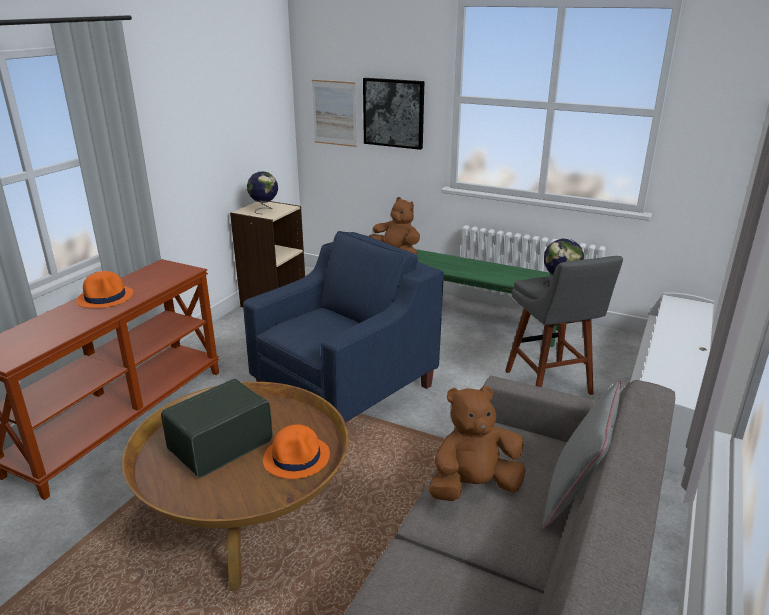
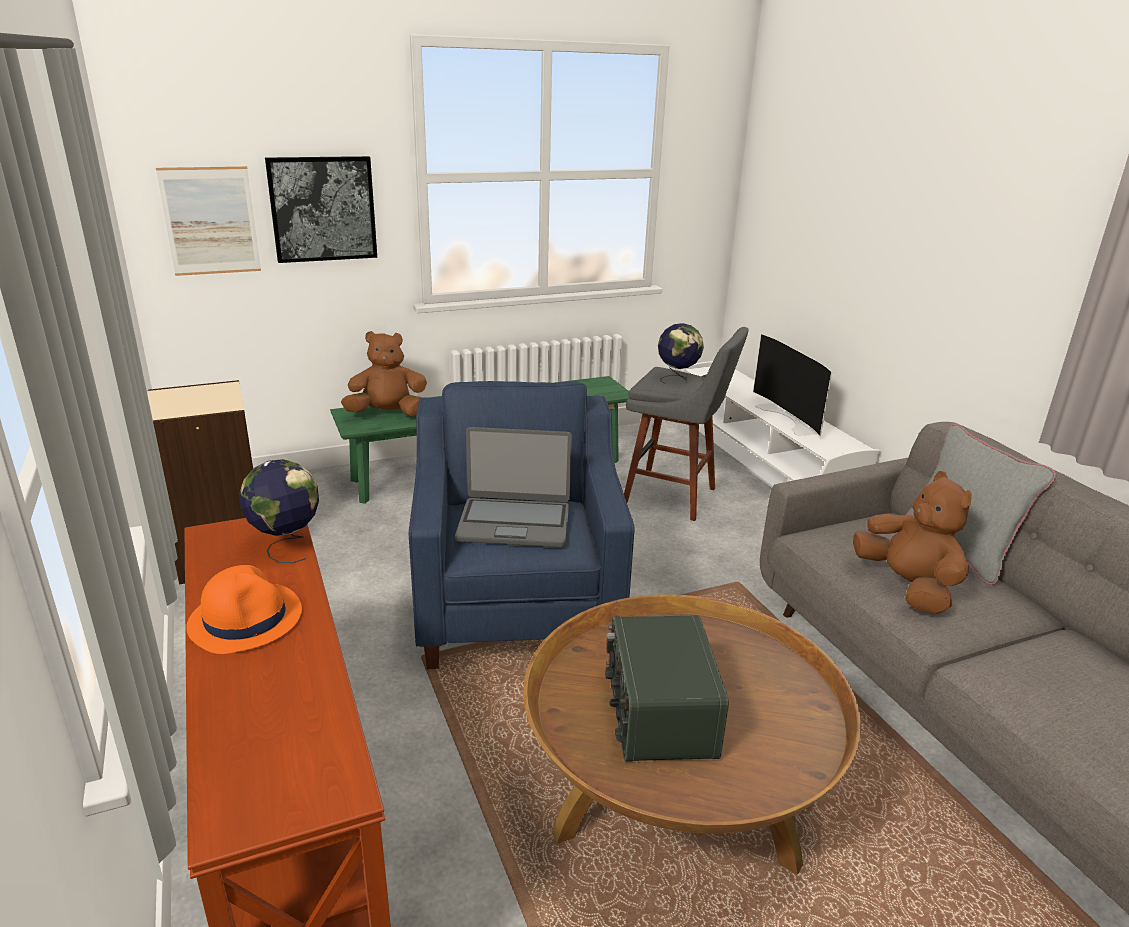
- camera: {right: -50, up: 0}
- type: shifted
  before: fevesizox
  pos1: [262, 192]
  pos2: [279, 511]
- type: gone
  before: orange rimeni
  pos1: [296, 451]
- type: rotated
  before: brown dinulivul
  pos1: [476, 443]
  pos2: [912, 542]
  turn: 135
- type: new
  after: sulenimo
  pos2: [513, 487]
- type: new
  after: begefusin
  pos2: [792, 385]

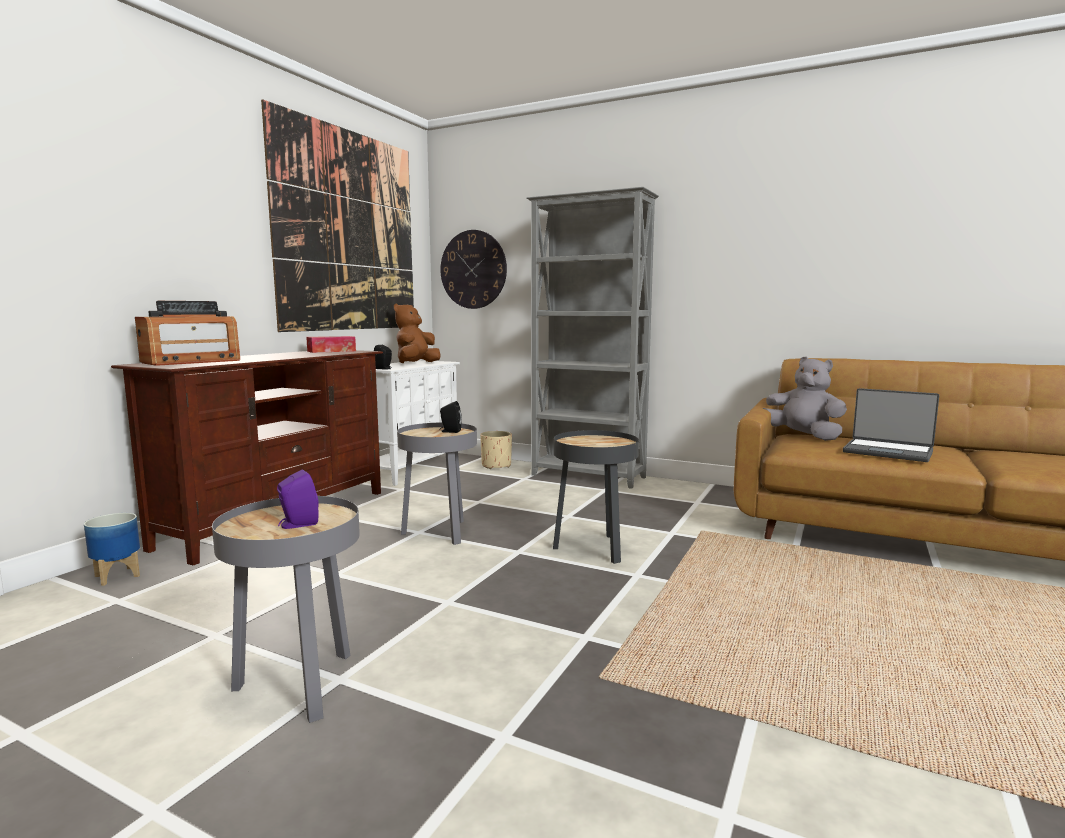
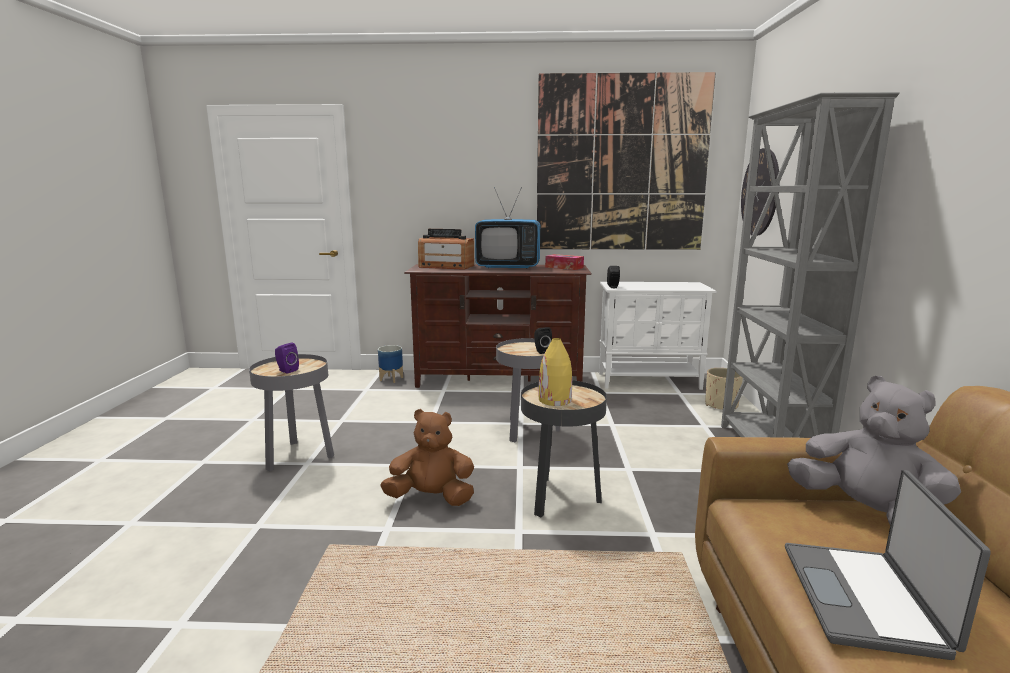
- camera: {right: 65, up: 5}
- type: shifted
  before: brown dinulivul
  pos1: [417, 333]
  pos2: [427, 457]
- type: rotated
  before: grey dinulivul
  pos1: [804, 399]
  pos2: [874, 450]
  turn: -60
- type: new
  after: begefusin
  pos2: [507, 228]
- type: new
  after: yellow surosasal
  pos2: [555, 372]

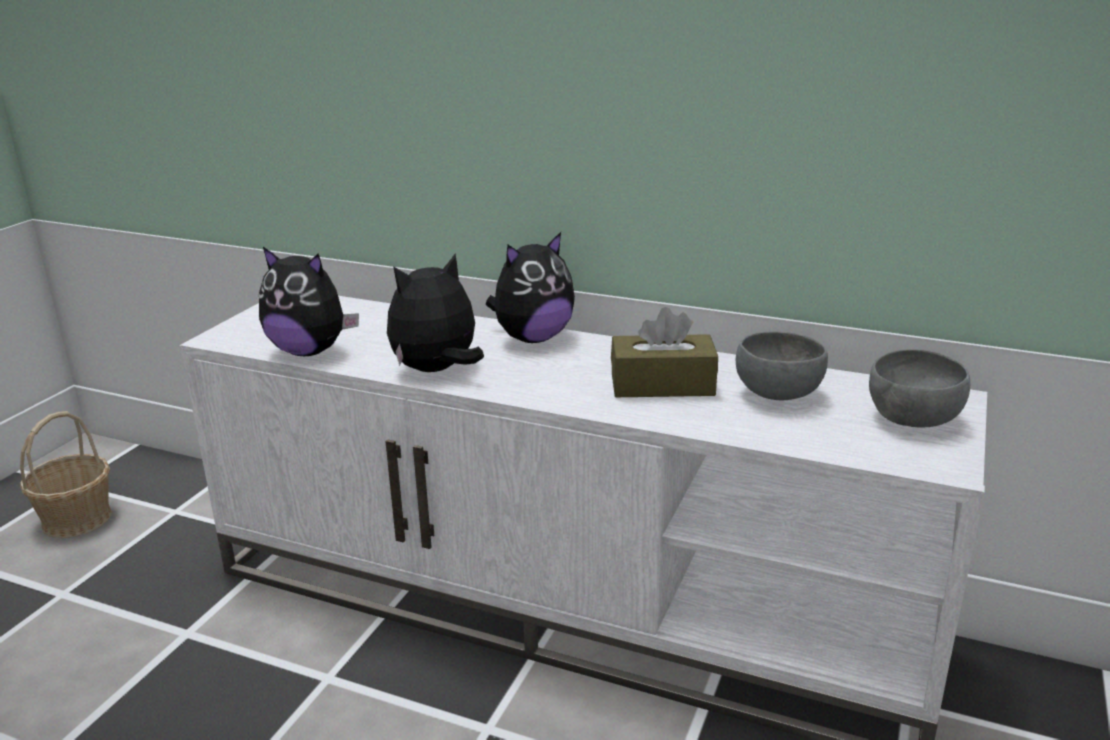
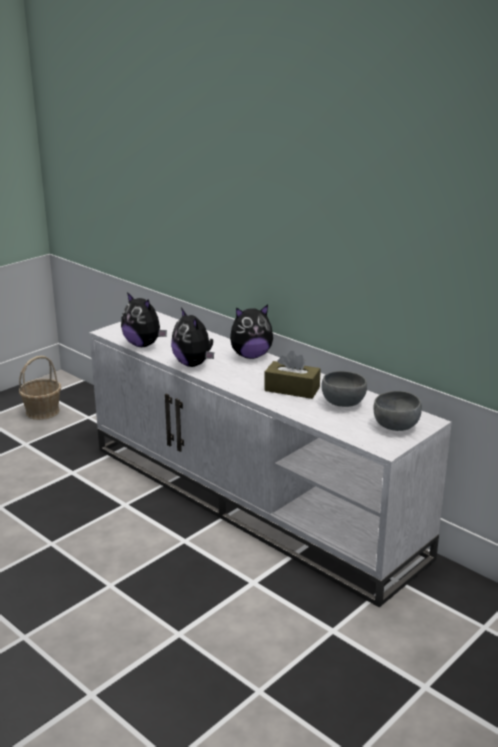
- camera: {right: 20, up: 0}
- type: rotated
  before: dinulivul
  pos1: [435, 313]
  pos2: [192, 337]
  turn: -105

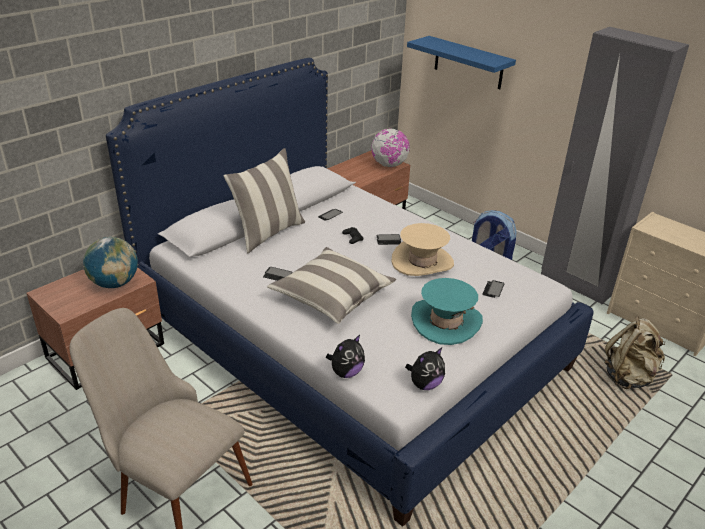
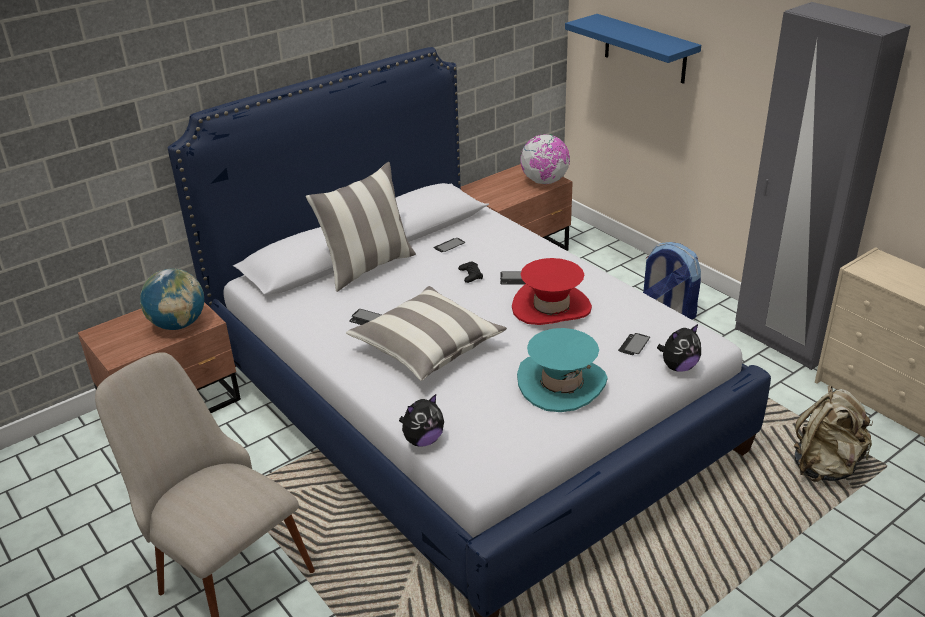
- camera: {right: 10, up: 0}
- type: repainted
  before: beige rimeni
  after: red rimeni
  pos1: [422, 249]
  pos2: [552, 291]
- type: shifted
  before: dinulivul
  pos1: [425, 369]
  pos2: [679, 348]

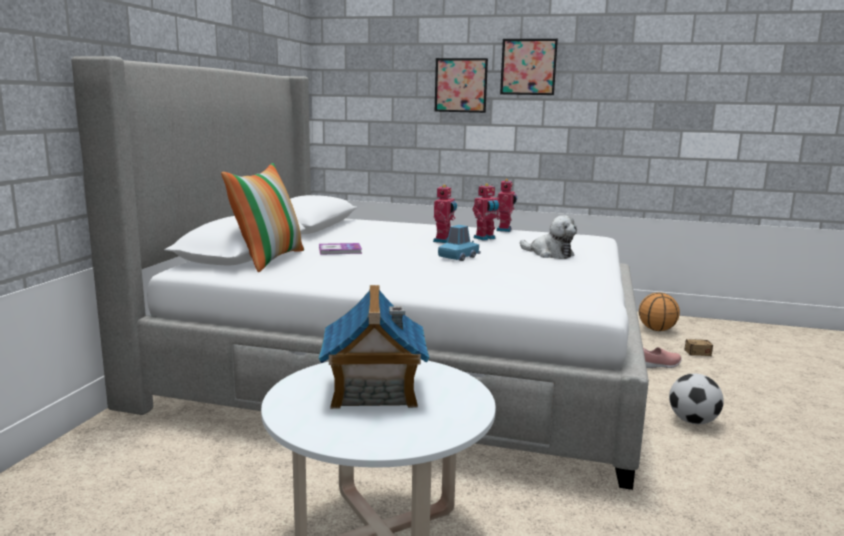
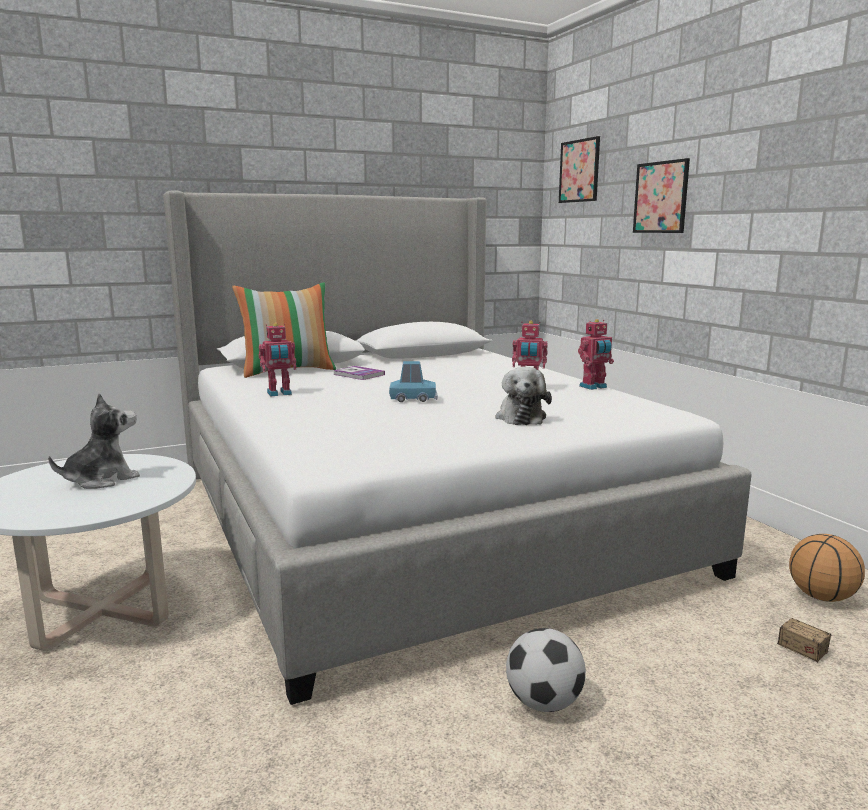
- camera: {right: 50, up: 0}
- type: swapped
  before: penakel
  after: dinulivul
  pos1: [374, 347]
  pos2: [94, 441]
- type: shifted
  before: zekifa
  pos1: [445, 214]
  pos2: [277, 360]
- type: shifted
  before: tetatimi
  pos1: [529, 67]
  pos2: [579, 169]
- type: gone
  before: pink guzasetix
  pos1: [662, 357]

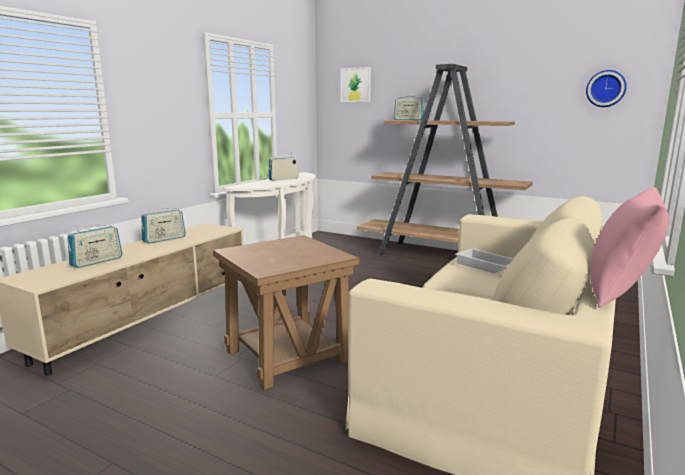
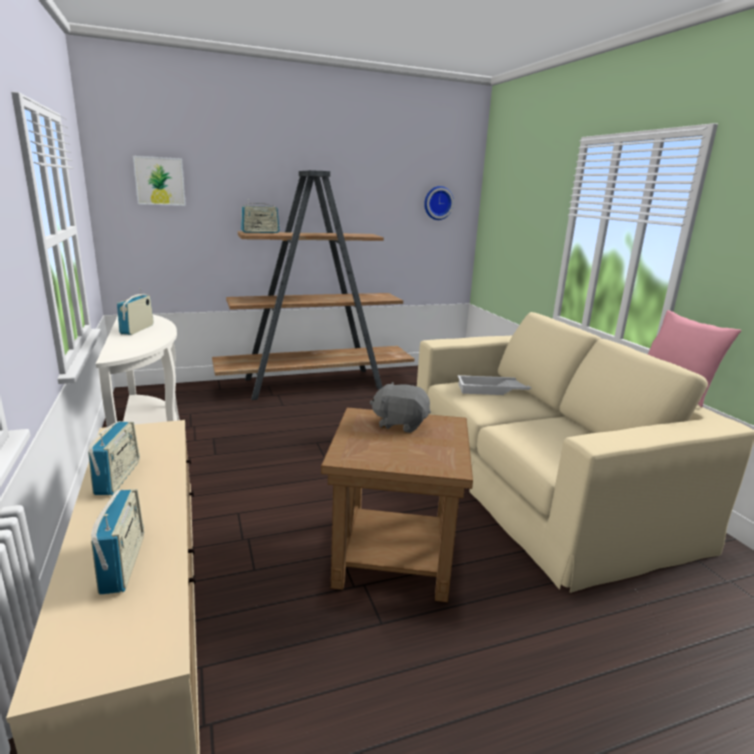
- camera: {right: -50, up: 5}
- type: new
  after: grey dinulivul
  pos2: [400, 407]

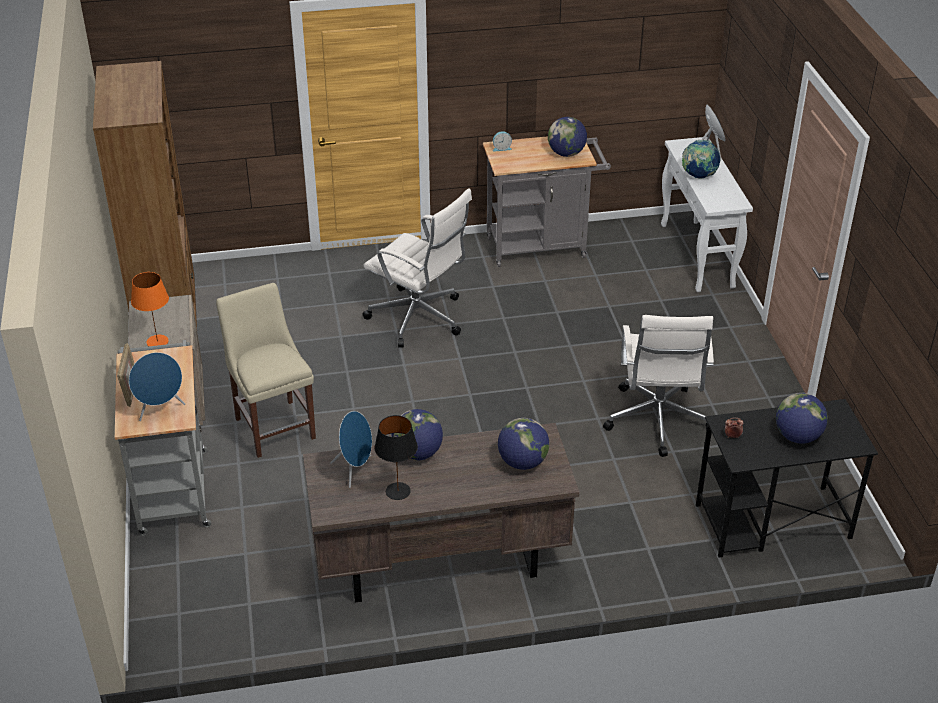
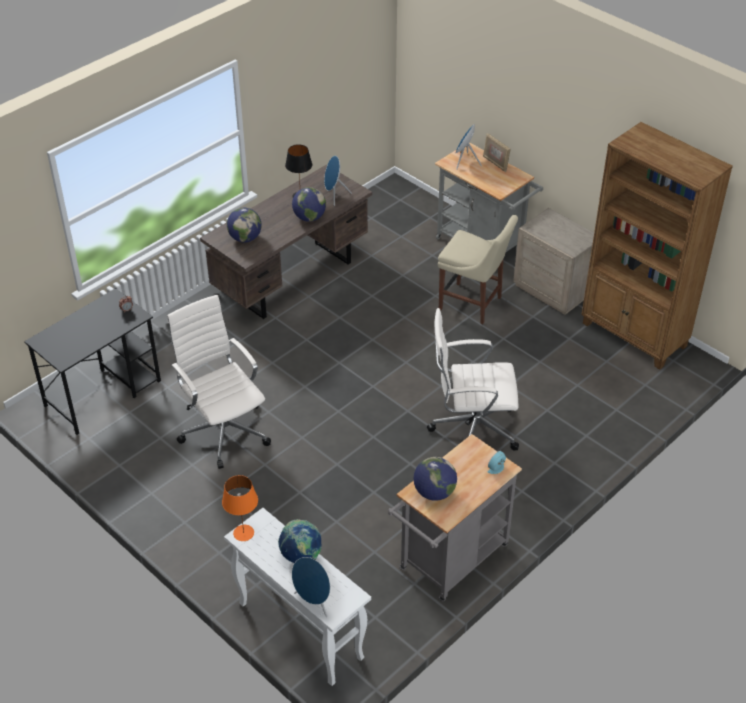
- camera: {right: 145, up: 5}
- type: shifted
  before: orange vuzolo
  pos1: [150, 309]
  pos2: [240, 508]
- type: gone
  before: fevesizox
  pos1: [802, 418]

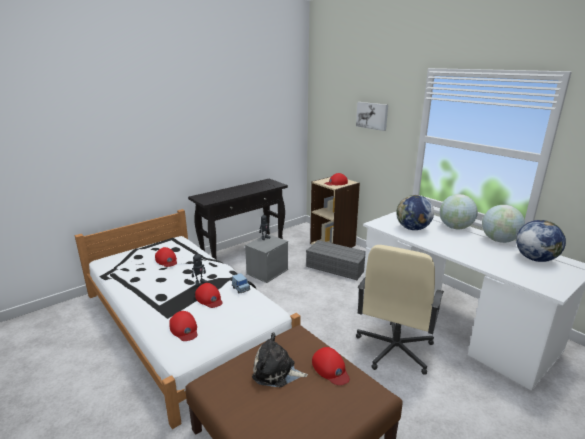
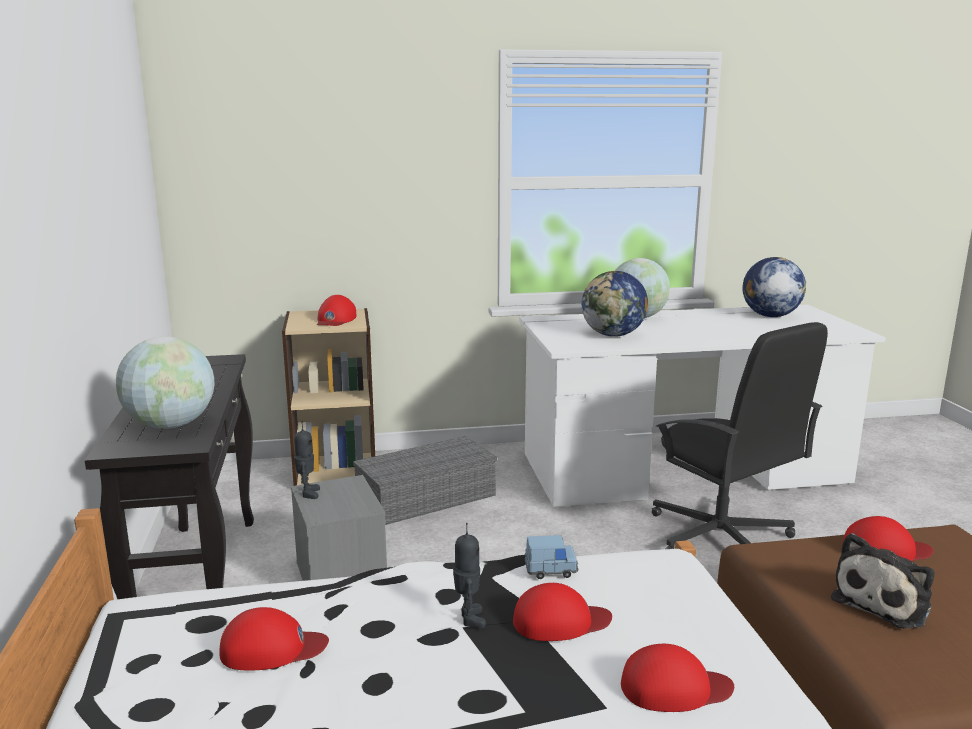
- camera: {right: -60, up: -5}
- type: gone
  before: tetatimi
  pos1: [372, 116]
- type: repainted
  before: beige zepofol
  after: black zepofol
  pos1: [400, 310]
  pos2: [740, 435]
- type: shifted
  before: fevesizox
  pos1: [503, 224]
  pos2: [165, 382]

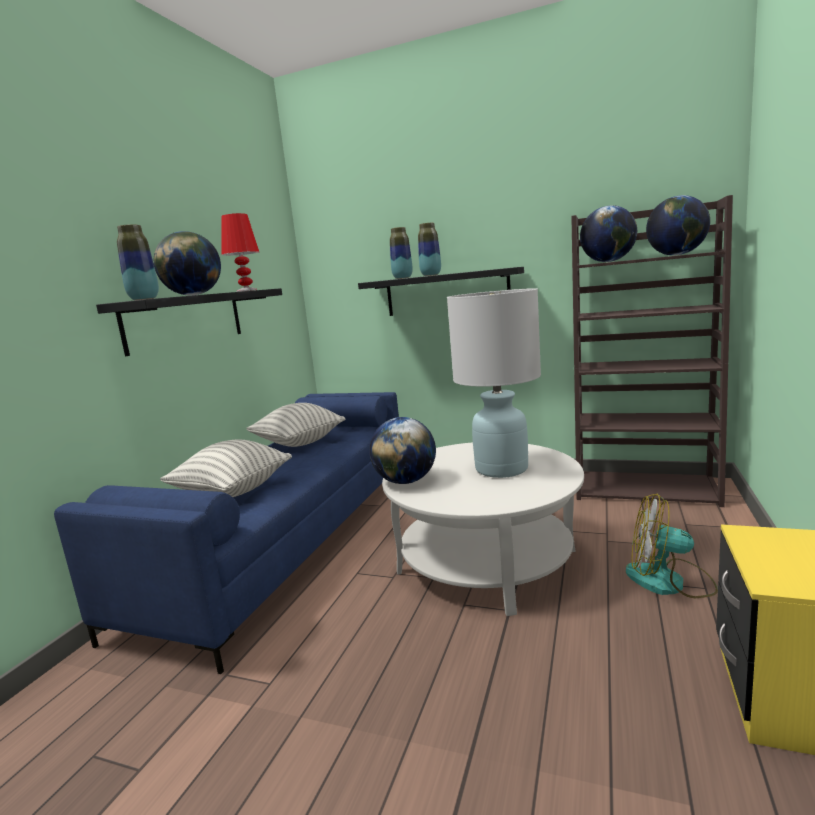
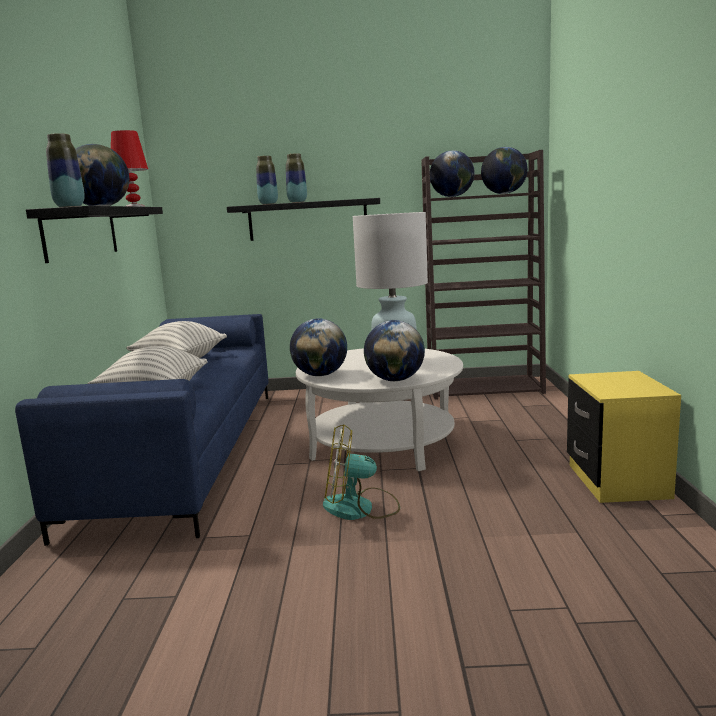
- camera: {right: -20, up: 0}
- type: shifted
  before: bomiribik
  pos1: [672, 546]
  pos2: [361, 472]
- type: new
  after: fevesizox
  pos2: [394, 350]

